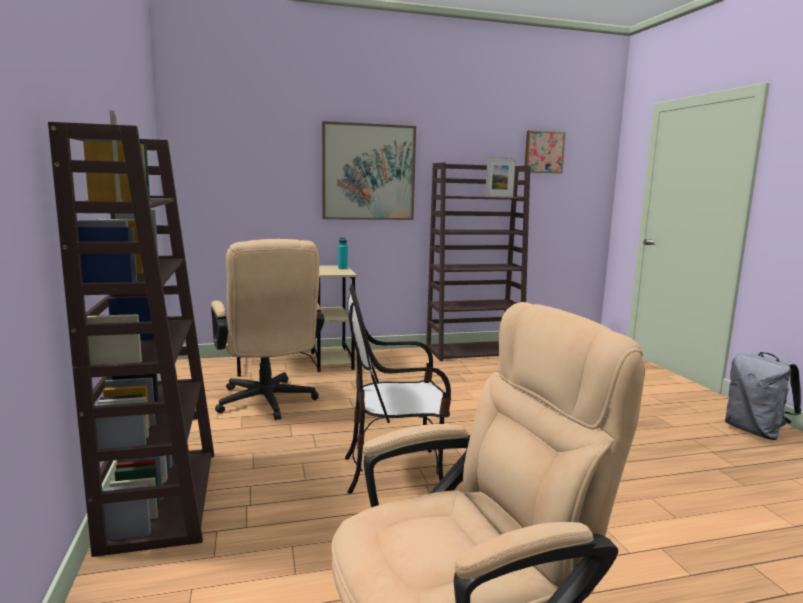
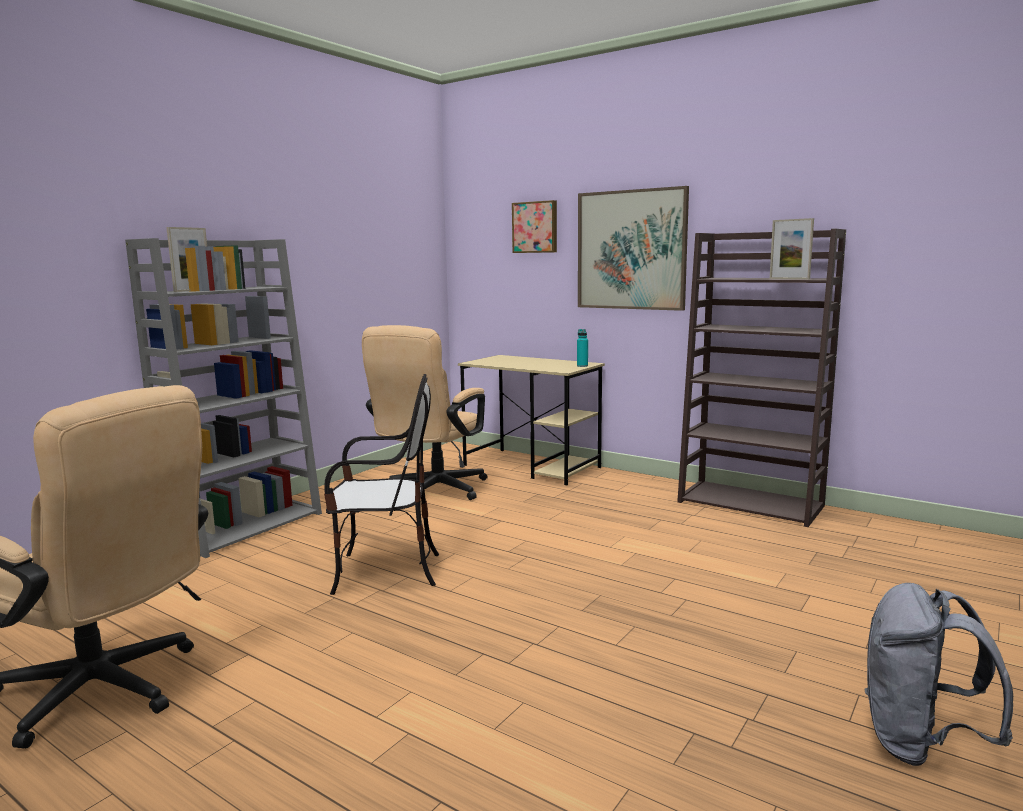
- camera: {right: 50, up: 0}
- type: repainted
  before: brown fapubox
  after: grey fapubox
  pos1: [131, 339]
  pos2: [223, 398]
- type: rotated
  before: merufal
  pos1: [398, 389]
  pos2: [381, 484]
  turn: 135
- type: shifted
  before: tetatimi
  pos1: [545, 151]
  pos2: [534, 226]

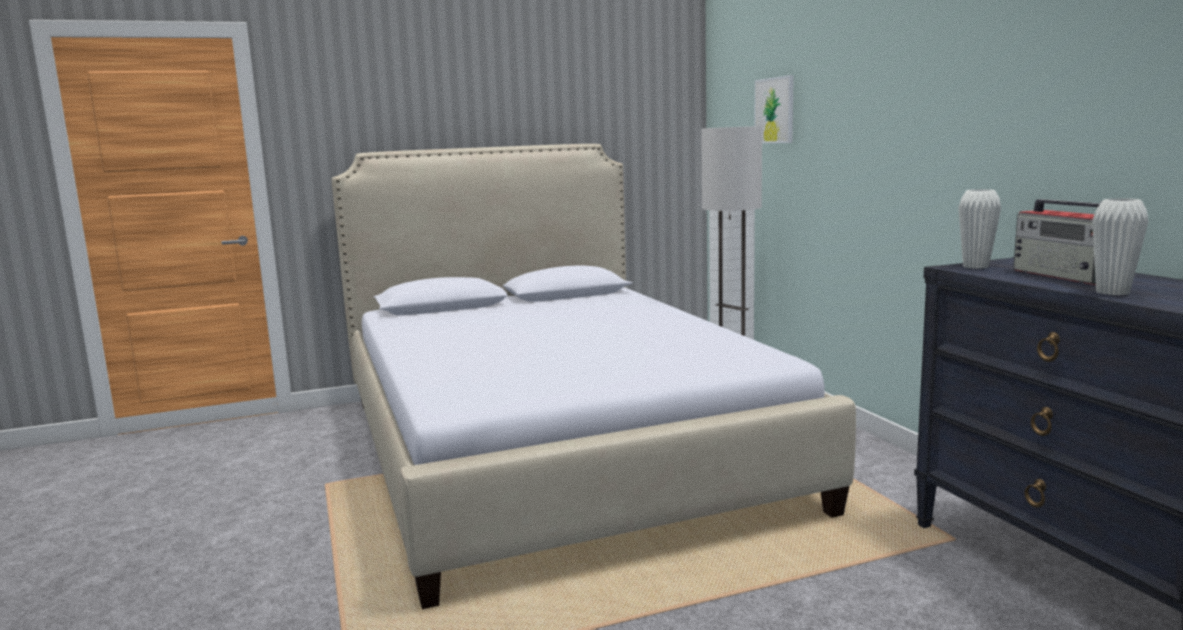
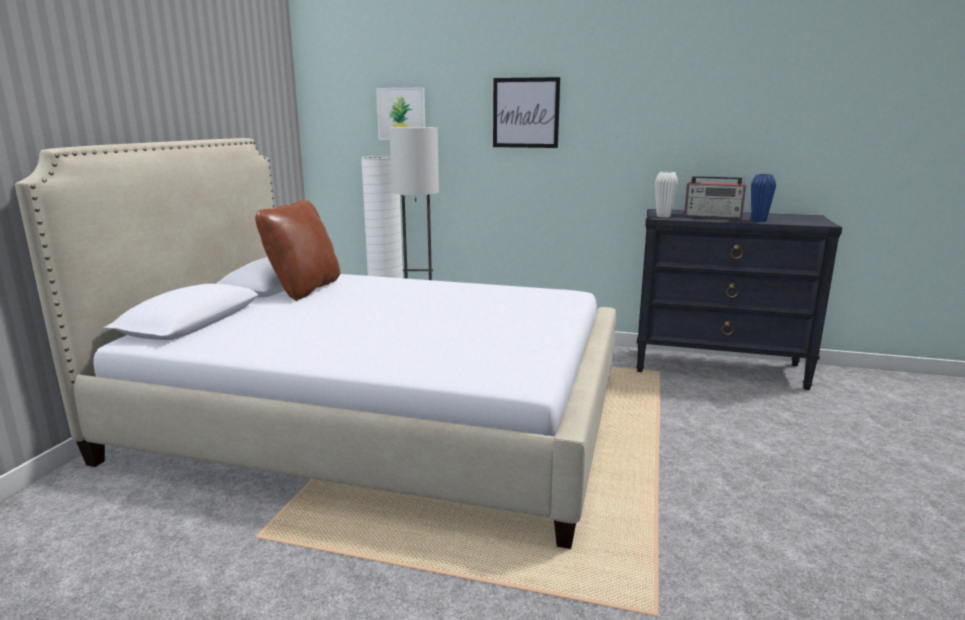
- camera: {right: -55, up: 5}
- type: repainted
  before: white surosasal
  after: blue surosasal
  pos1: [1120, 246]
  pos2: [763, 198]
- type: new
  after: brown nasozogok
  pos2: [297, 250]
- type: new
  after: tetatimi
  pos2: [526, 112]

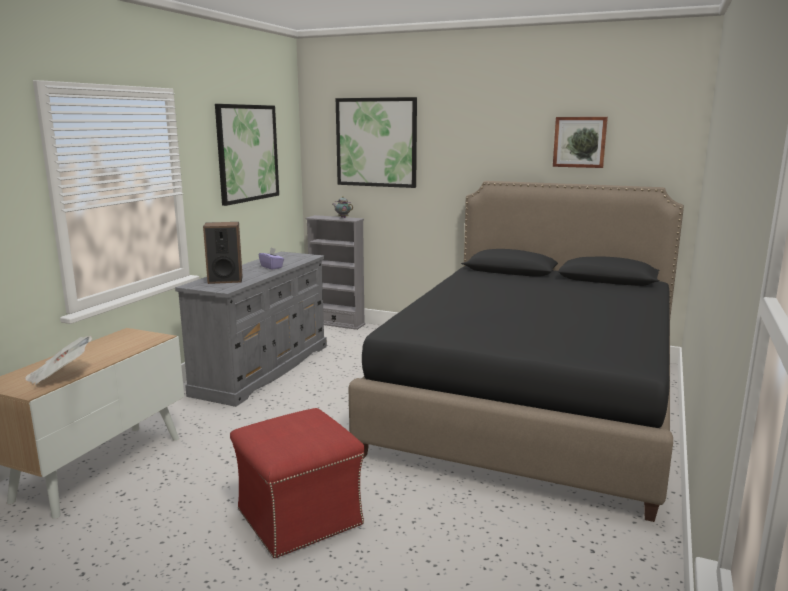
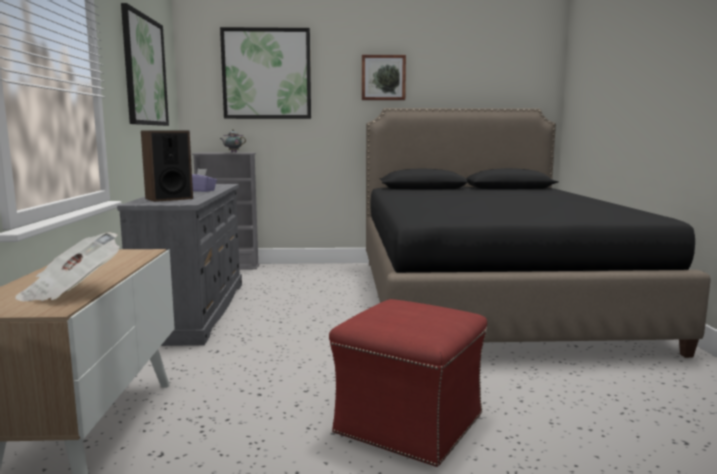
- camera: {right: -25, up: -5}
- type: shifted
  before: tetatimi
  pos1: [580, 142]
  pos2: [384, 77]

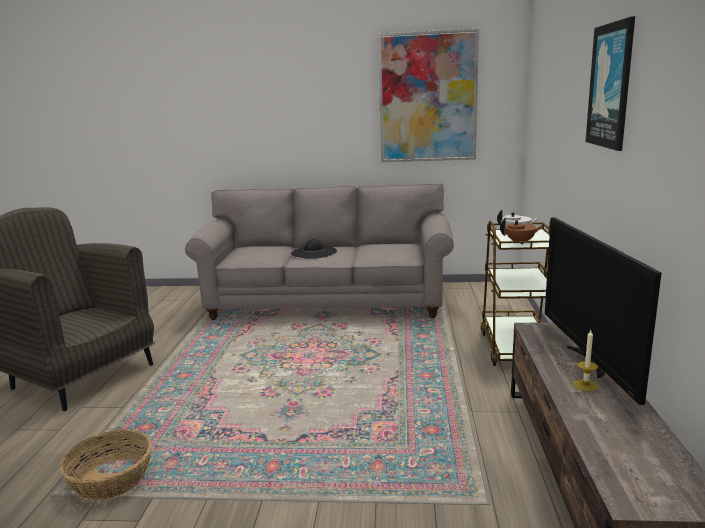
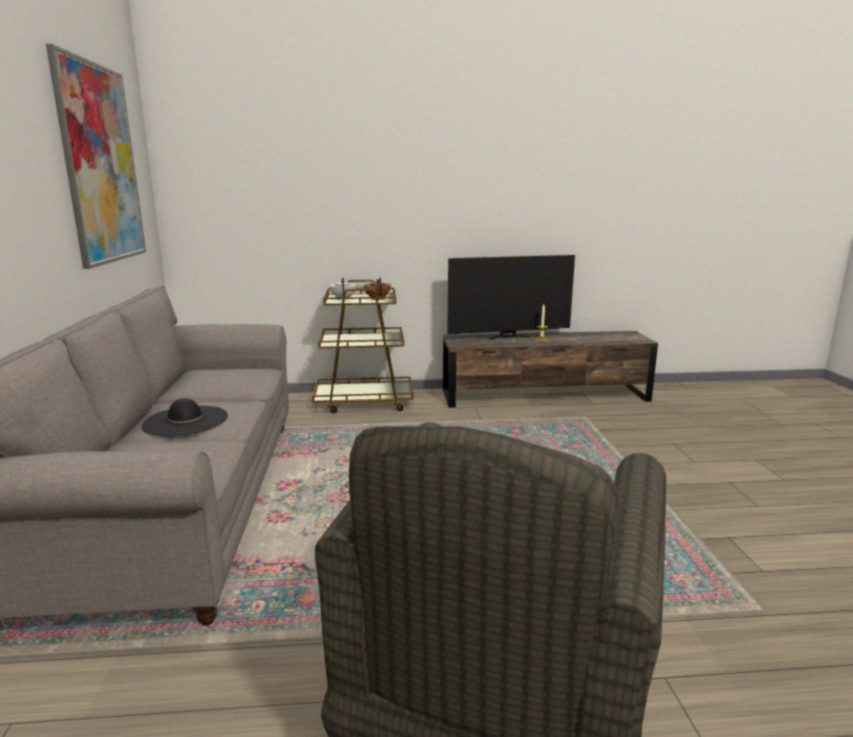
- camera: {right: -100, up: 0}
- type: gone
  before: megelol
  pos1: [106, 465]
- type: gone
  before: tetatimi
  pos1: [610, 83]

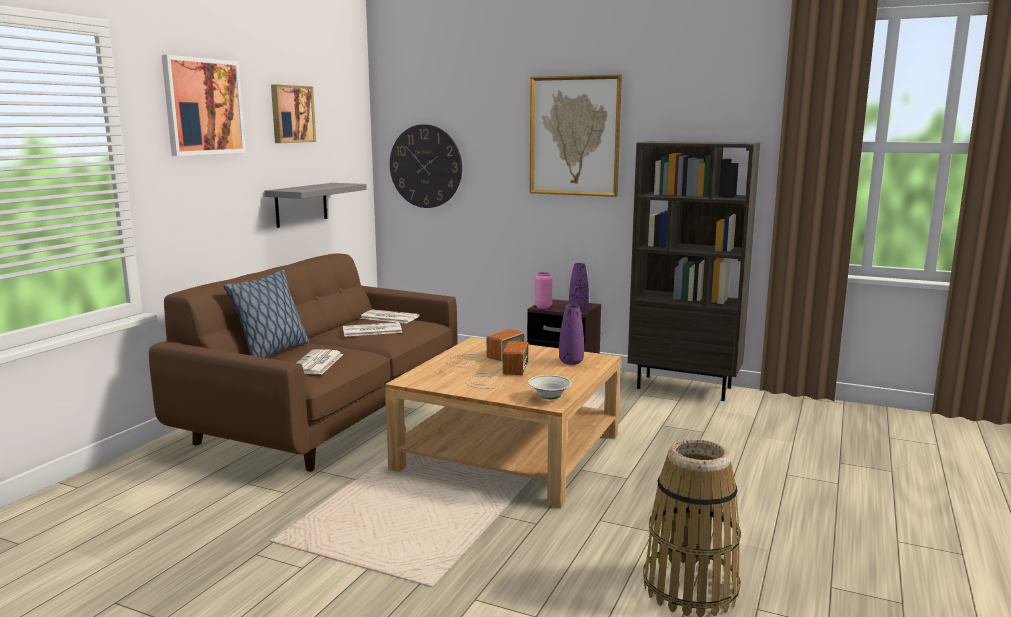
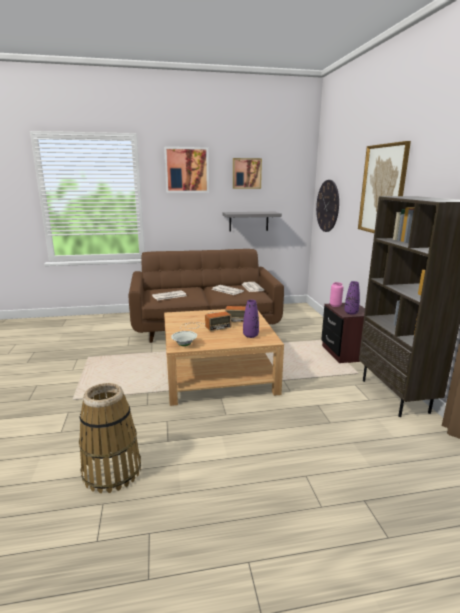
- camera: {right: 55, up: 5}
- type: gone
  before: nasozogok
  pos1: [266, 313]

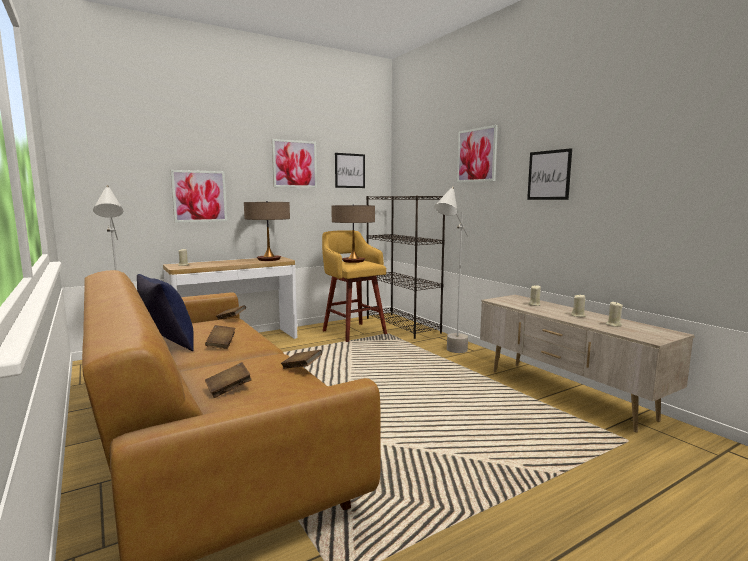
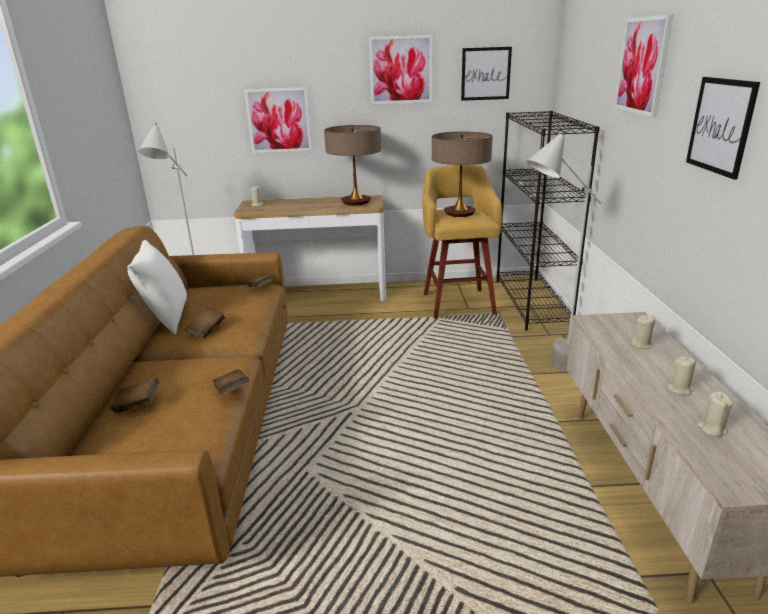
- camera: {right: 30, up: 15}
- type: repainted
  before: blue nasozogok
  after: white nasozogok
  pos1: [165, 312]
  pos2: [157, 287]

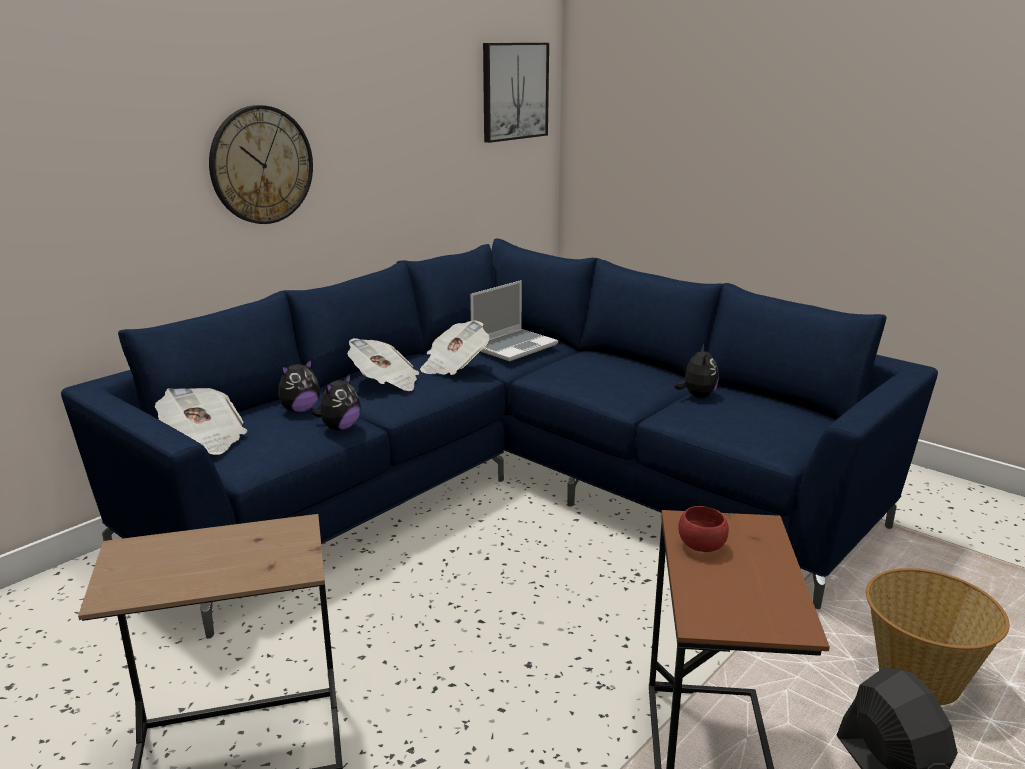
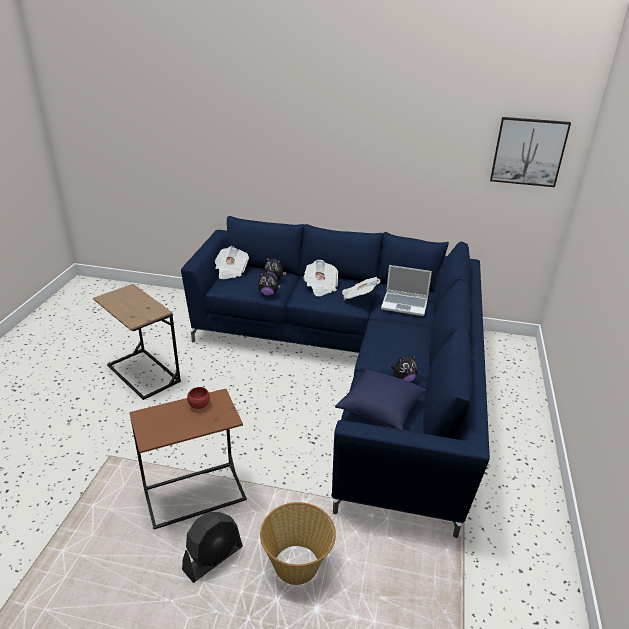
- camera: {right: 60, up: 10}
- type: gone
  before: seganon
  pos1: [261, 164]
- type: new
  after: blue nasozogok
  pos2: [380, 399]

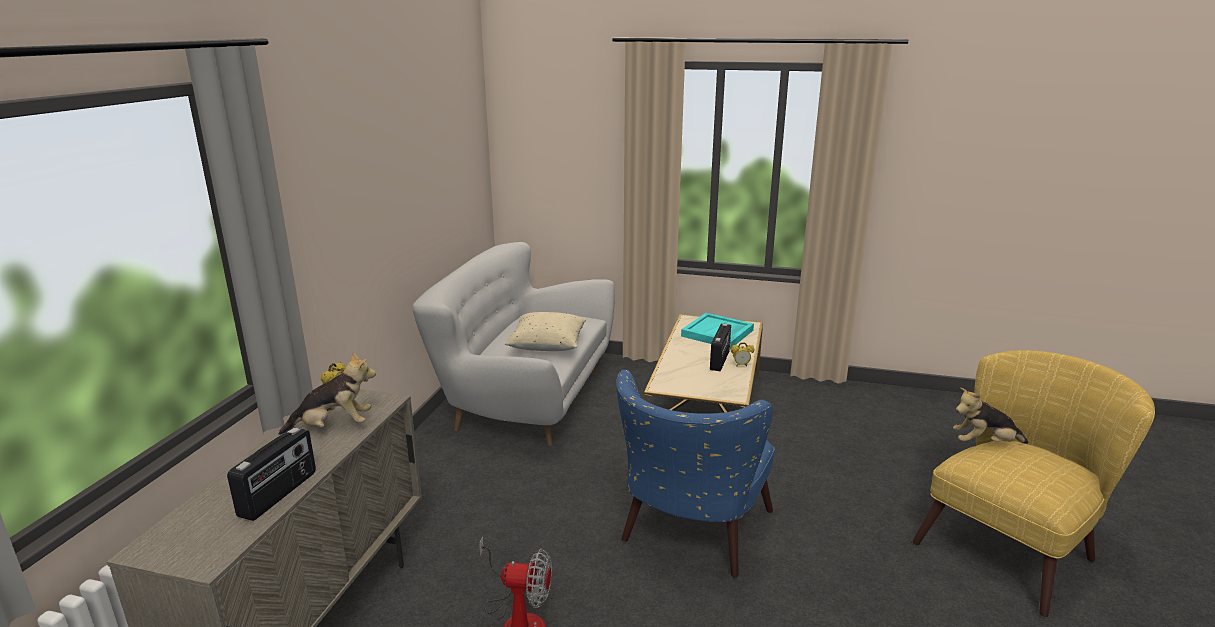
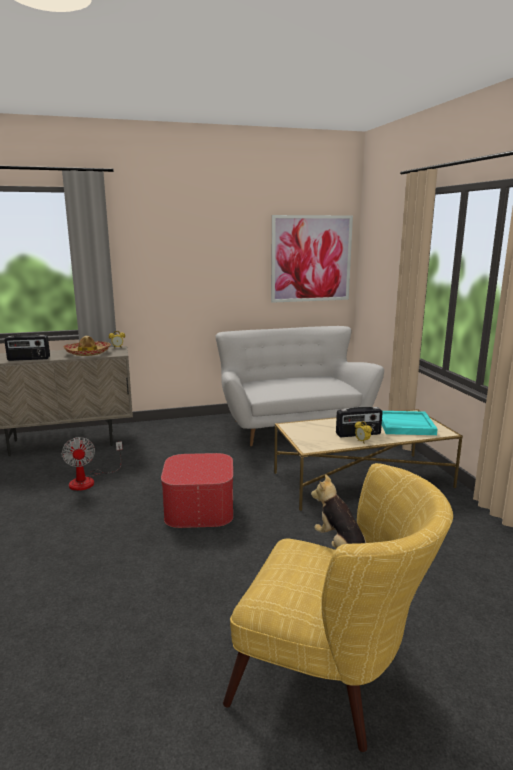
- camera: {right: 60, up: -5}
- type: swapped
  before: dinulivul
  after: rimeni
  pos1: [327, 393]
  pos2: [87, 346]
- type: gone
  before: beige nasozogok
  pos1: [545, 331]
- type: swapped
  before: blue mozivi
  after: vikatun
  pos1: [695, 473]
  pos2: [197, 490]
- type: new
  after: tetatimi
  pos2: [312, 259]

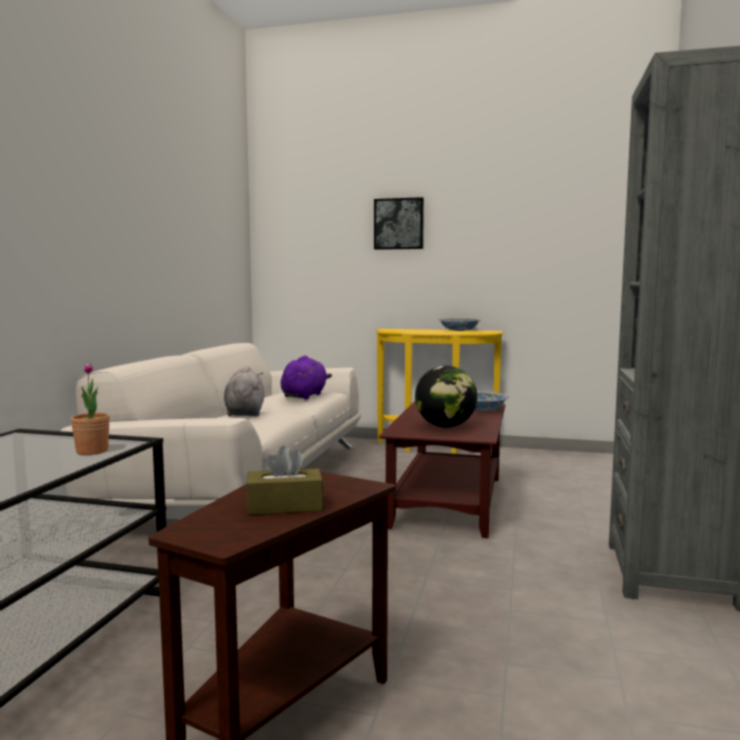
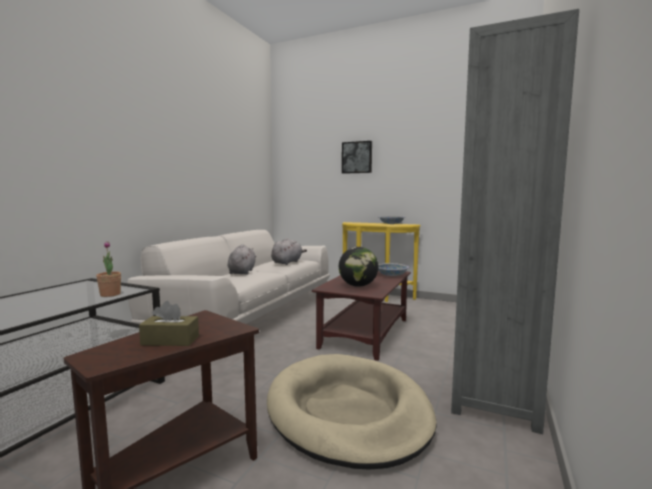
- camera: {right: 10, up: 0}
- type: repainted
  before: purple dinulivul
  after: grey dinulivul
  pos1: [306, 377]
  pos2: [289, 251]
- type: new
  after: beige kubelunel
  pos2: [351, 412]

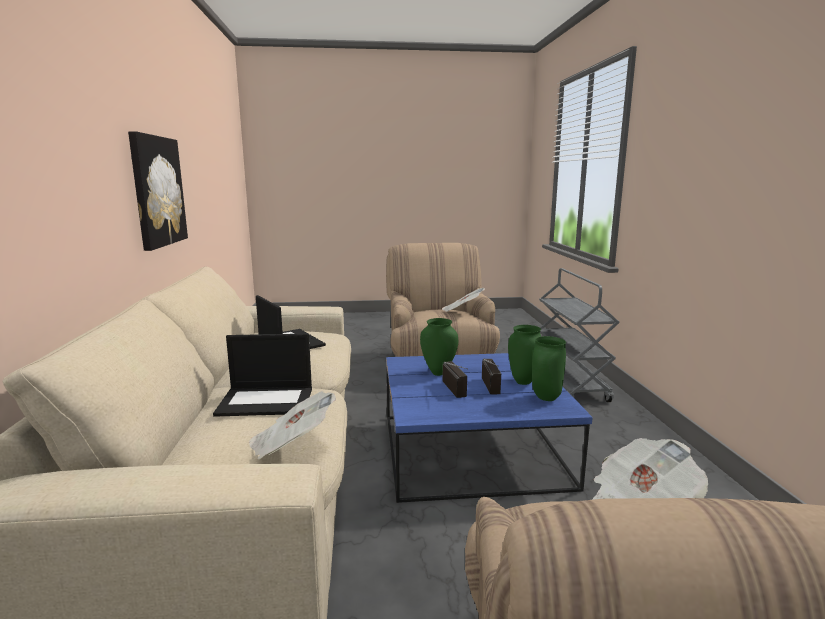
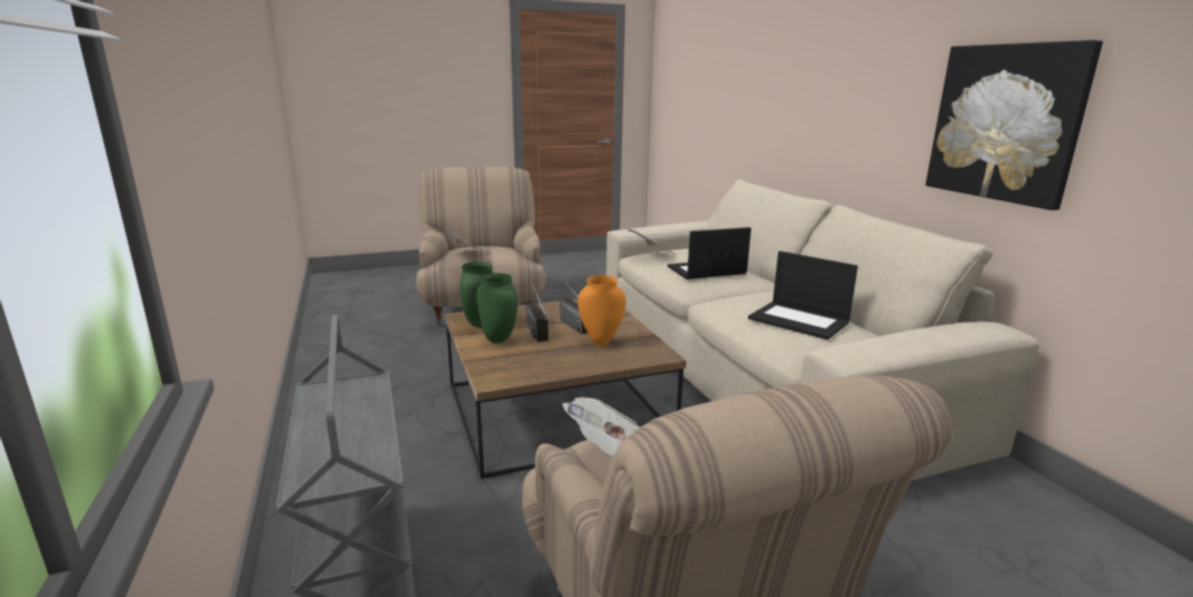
- camera: {right: 165, up: 5}
- type: repainted
  before: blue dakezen
  after: brown dakezen
  pos1: [489, 428]
  pos2: [565, 389]
- type: repainted
  before: green surosasal
  after: orange surosasal
  pos1: [439, 347]
  pos2: [602, 310]

